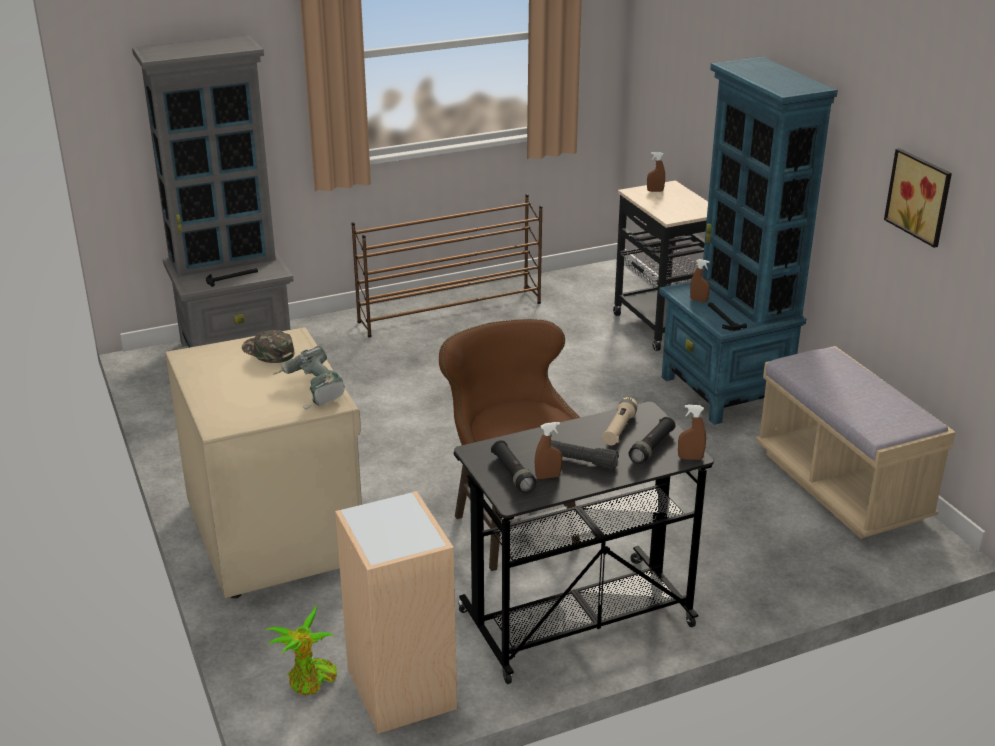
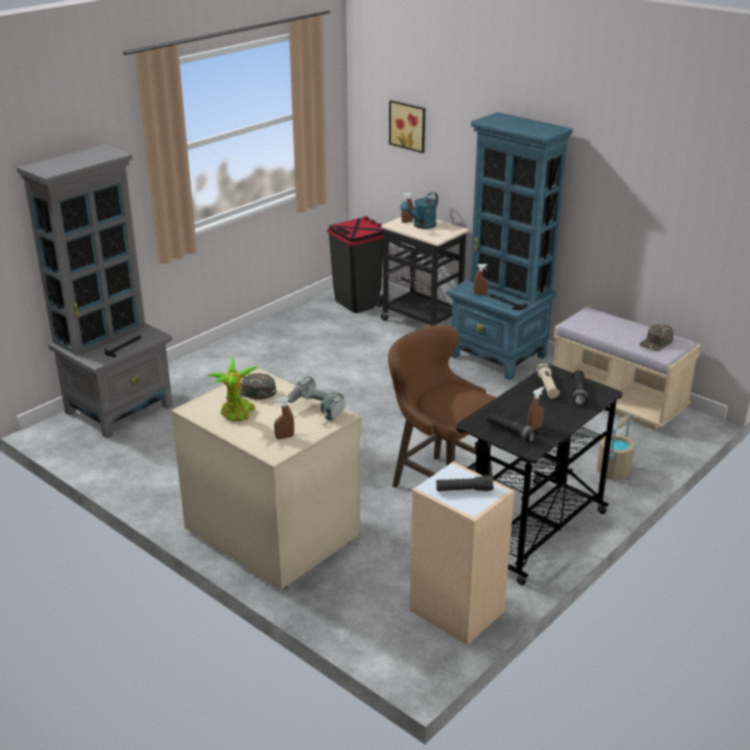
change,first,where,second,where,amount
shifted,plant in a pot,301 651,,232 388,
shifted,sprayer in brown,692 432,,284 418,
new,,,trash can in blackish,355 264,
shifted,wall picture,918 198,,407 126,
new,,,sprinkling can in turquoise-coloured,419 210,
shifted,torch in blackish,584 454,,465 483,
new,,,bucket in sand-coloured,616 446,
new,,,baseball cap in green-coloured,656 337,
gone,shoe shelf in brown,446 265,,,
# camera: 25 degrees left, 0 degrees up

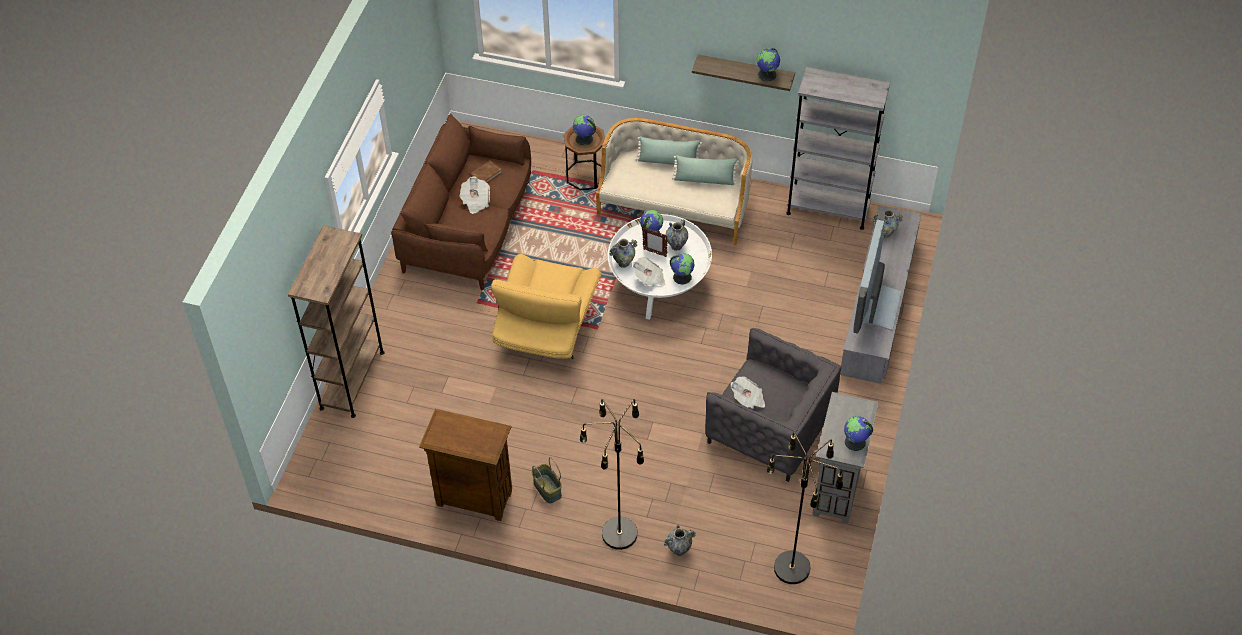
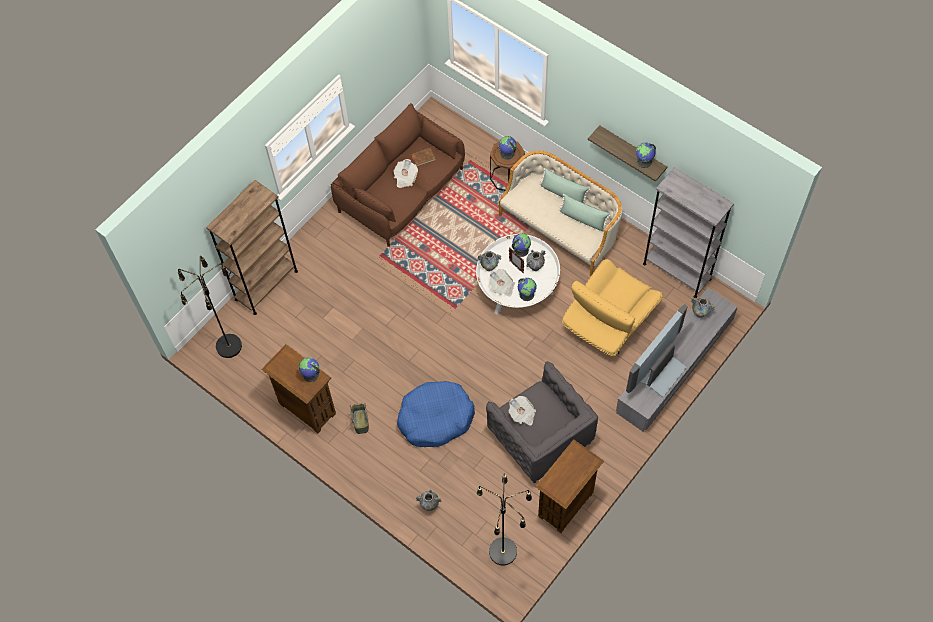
change,first,where,second,where,amount
shifted,floor lamp,612 474,,210 306,
shifted,desk globe,858 433,,309 369,
new,,,dog bed in bluish,436 414,
repainted,cupboard in gray,846 457,cupboard in brown,569 486,
shifted,armchair in yellow,546 306,,612 308,
# camera: 25 degrees right, 10 degrees up

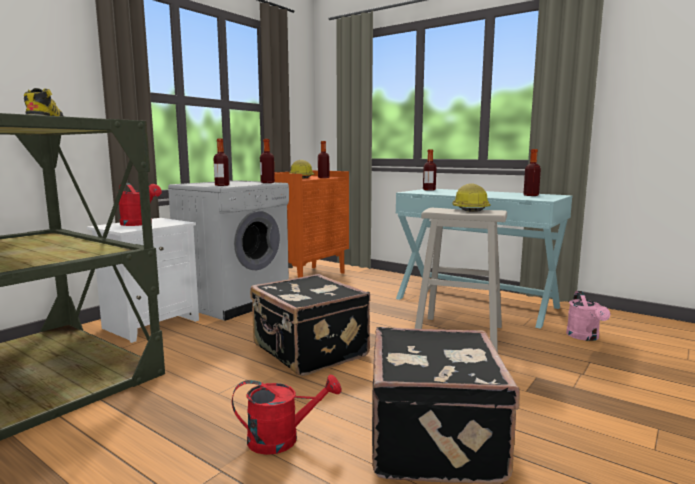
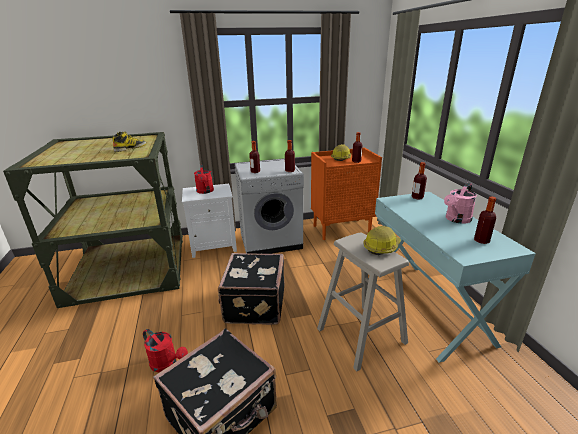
change,first,where,second,where,amount
shifted,sprinkling can in pink-coloured,588 316,,460 203,
# camera: 40 degrees right, 15 degrees up

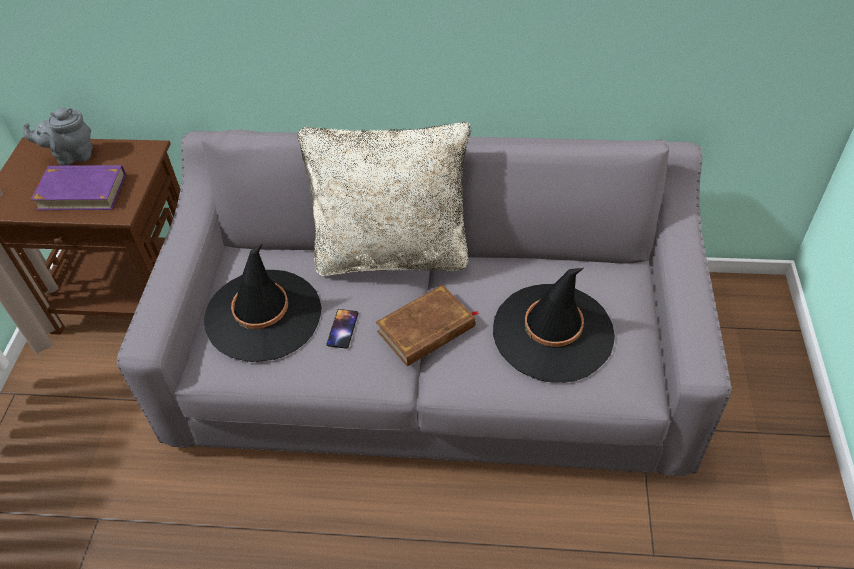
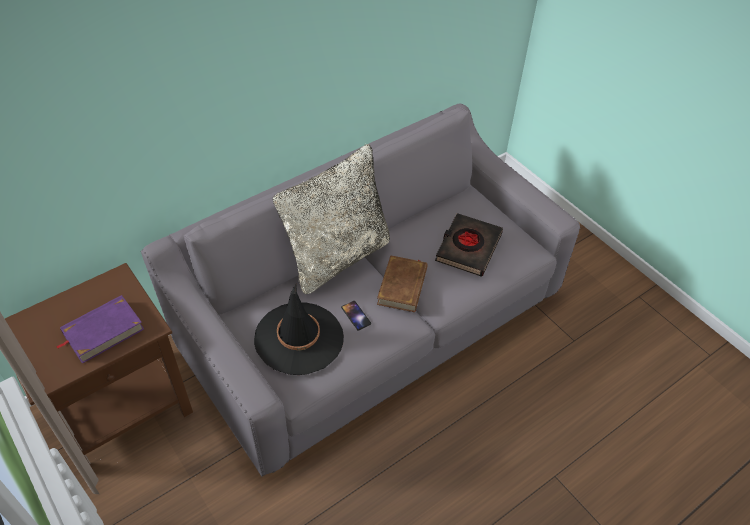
change,first,where,second,where,amount
swapped,hat in blackish,554 325,volume in blackish,469 245,
gone,teapot in gray,58 137,,,
# camera: 45 degrees left, 0 degrees up

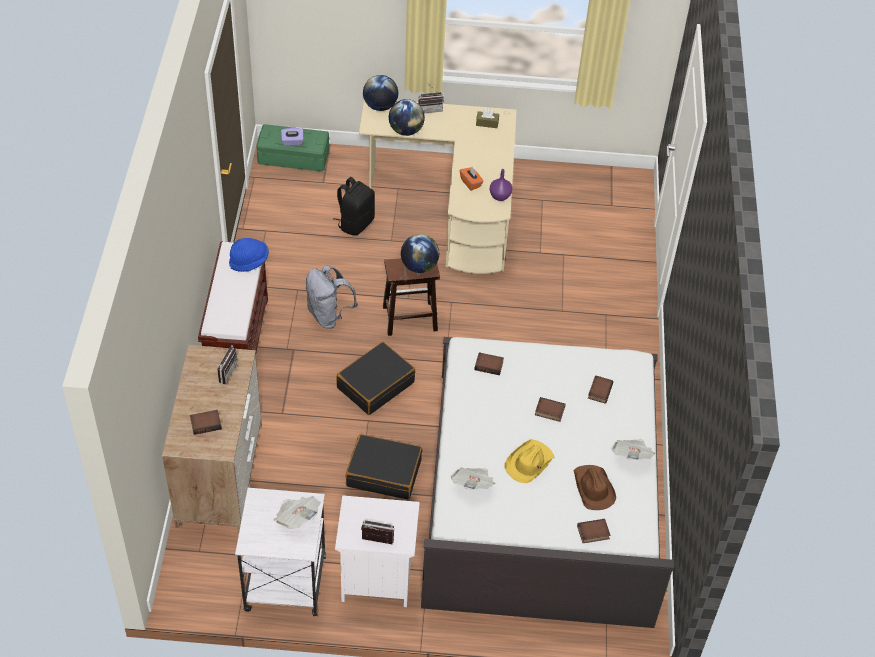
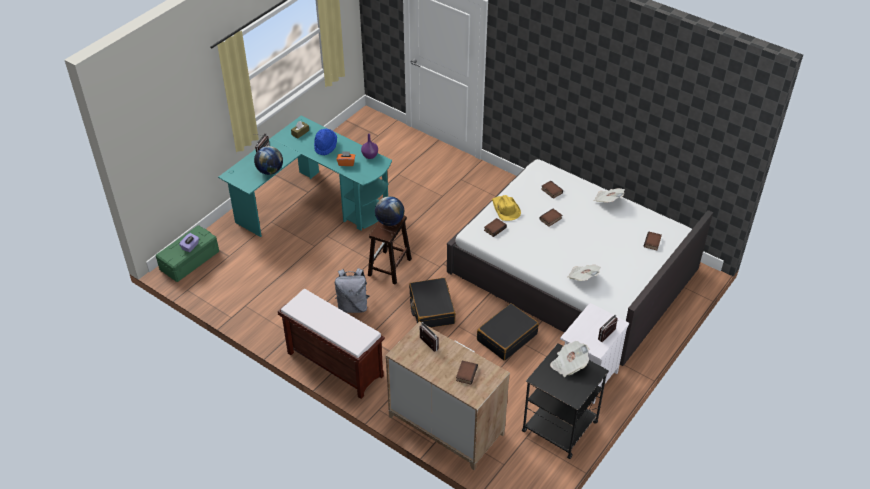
change,first,where,second,where,amount
repainted,desk unit in sand-coloured,438 187,desk unit in turquoise-coloured,305 176,
shifted,hat in bluish,249 255,,325 142,
shifted,hat in yellow,529 461,,506 208,
repainted,cart in whitish,280 552,cart in blackish,565 401,
gone,rucksack in blackish,354 206,,,
gone,desk globe,380 93,,,
gone,hat in brown,595 487,,,
# camera: 55 degrees left, 5 degrees down

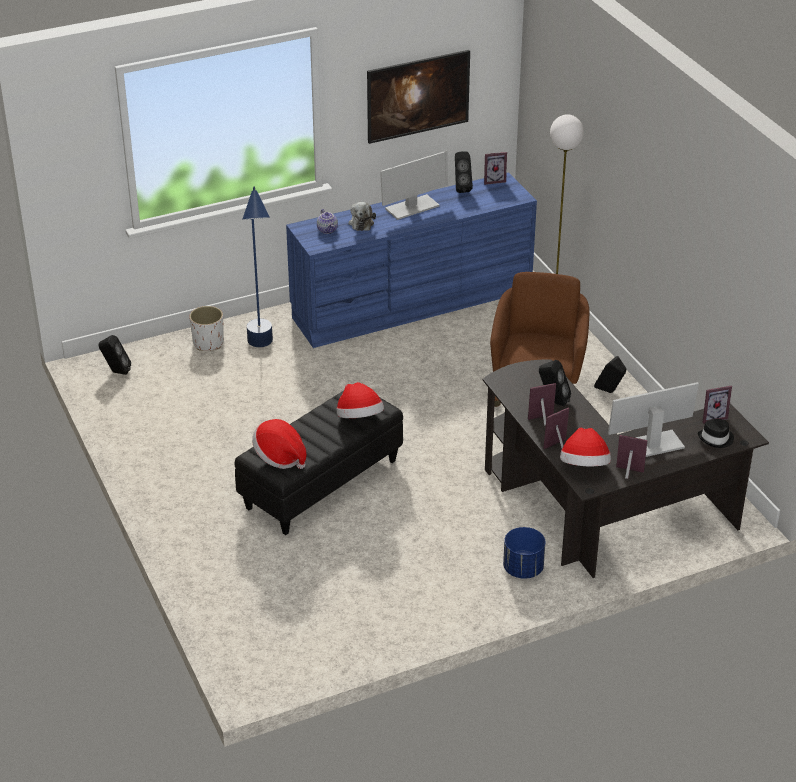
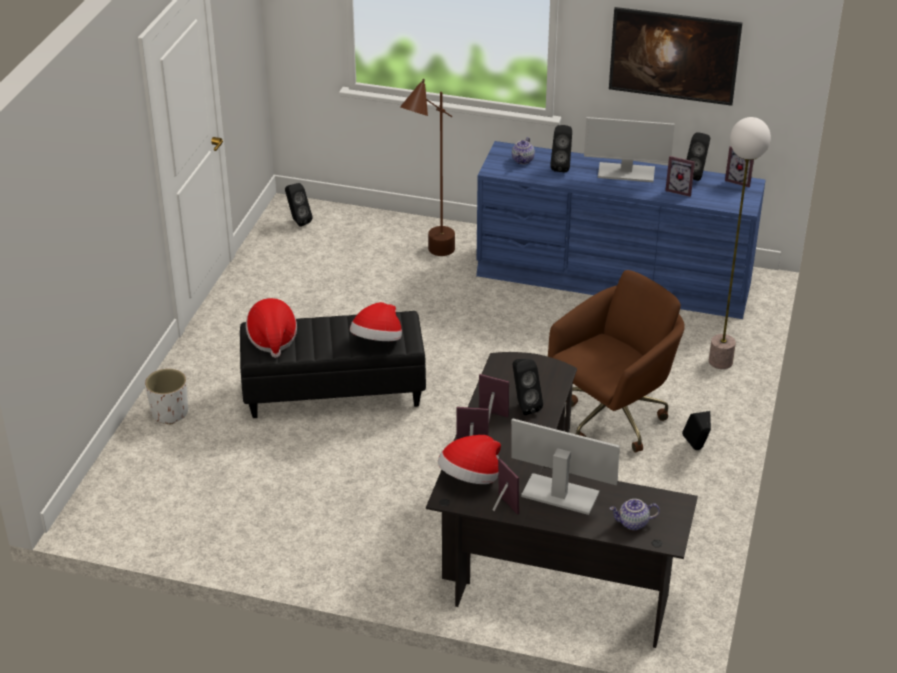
change,first,where,second,where,amount
shifted,flower pot in whitish,206 328,,166 396,
repainted,floor lamp in bluish,258 267,floor lamp in brown,427 167,
swapped,soft toy,362 216,loudspeaker in blackish,561 148,
swapped,hat in blackish,716 433,teapot,634 514,
shifted,standing frame,717 405,,680 176,
gone,flower pot in bluish,524 553,,,
# camera: 40 degrees right, 0 degrees up

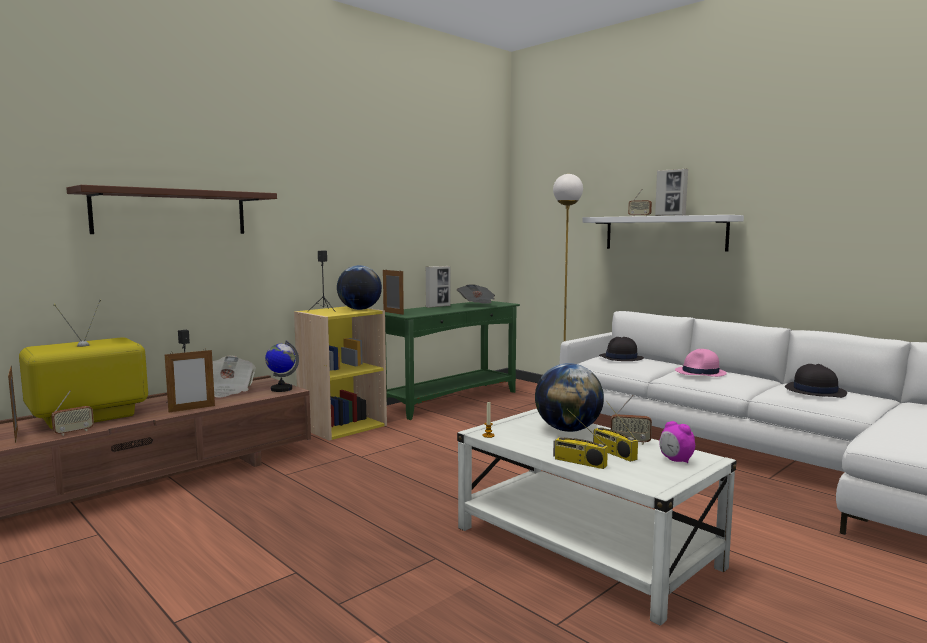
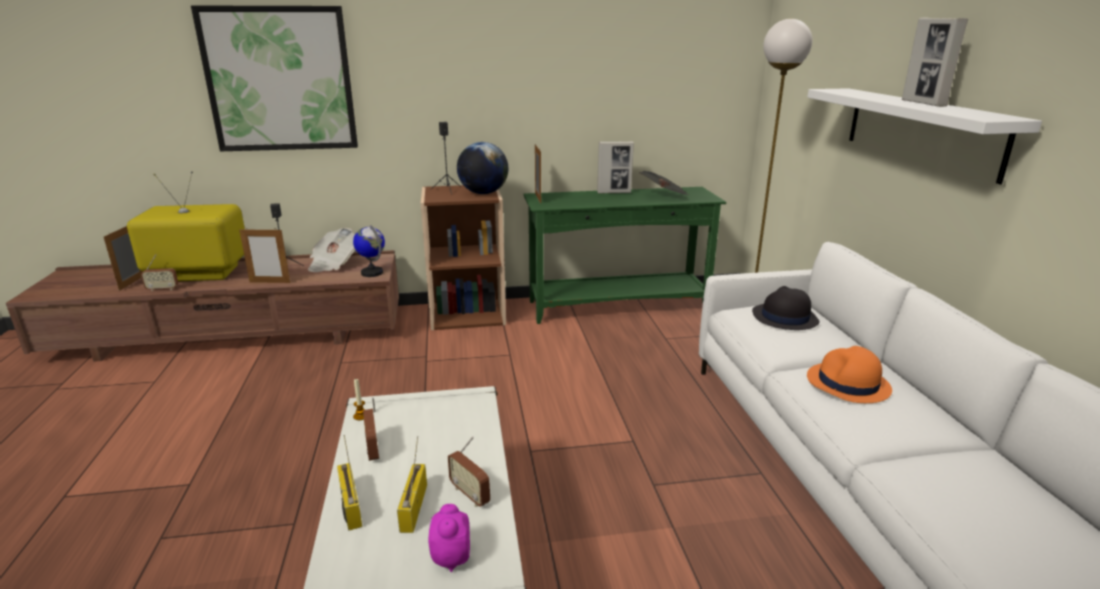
change,first,where,second,where,amount
swapped,wall shelf in brown,171 209,wall picture,274 78,
shifted,radio receiver,640 202,,371 429,
repainted,shelving unit in yellow,340 373,shelving unit in brown,463 257,
repainted,hat in pink-coloured,701 363,hat in orange-coloured,849 374,
gone,desk globe,569 397,,,
gone,hat in blackish,816 381,,,
# camera: 35 degrees right, 15 degrees up

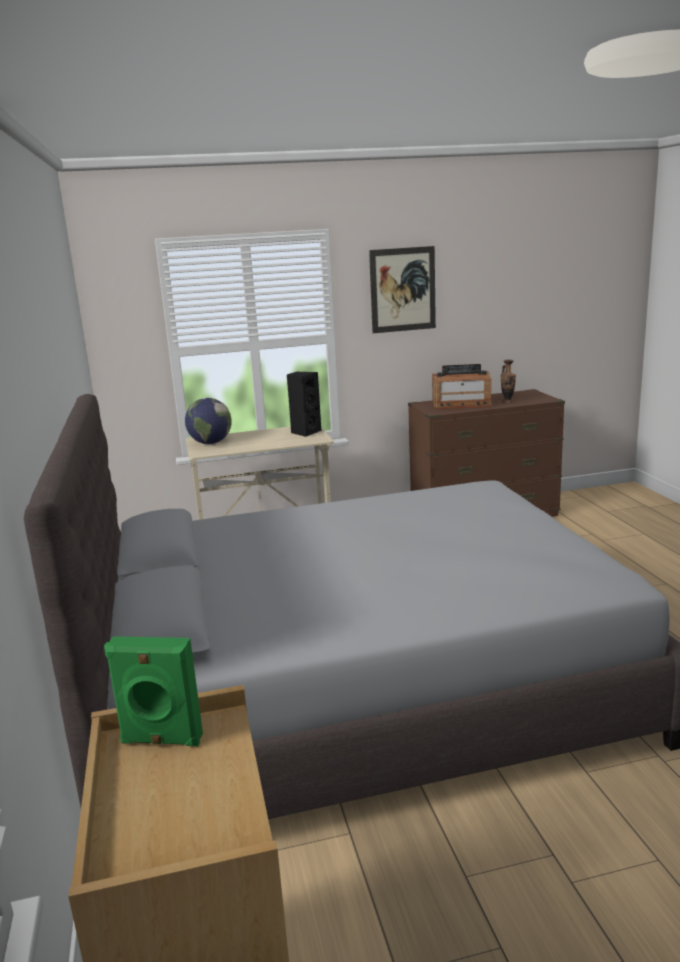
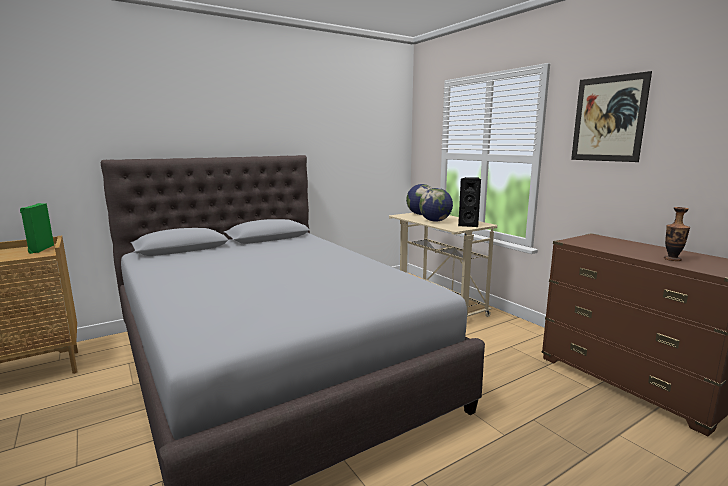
change,first,where,second,where,amount
new,,,desk globe,436 205,
gone,radio receiver,461 386,,,
# camera: 70 degrees right, 5 degrees down

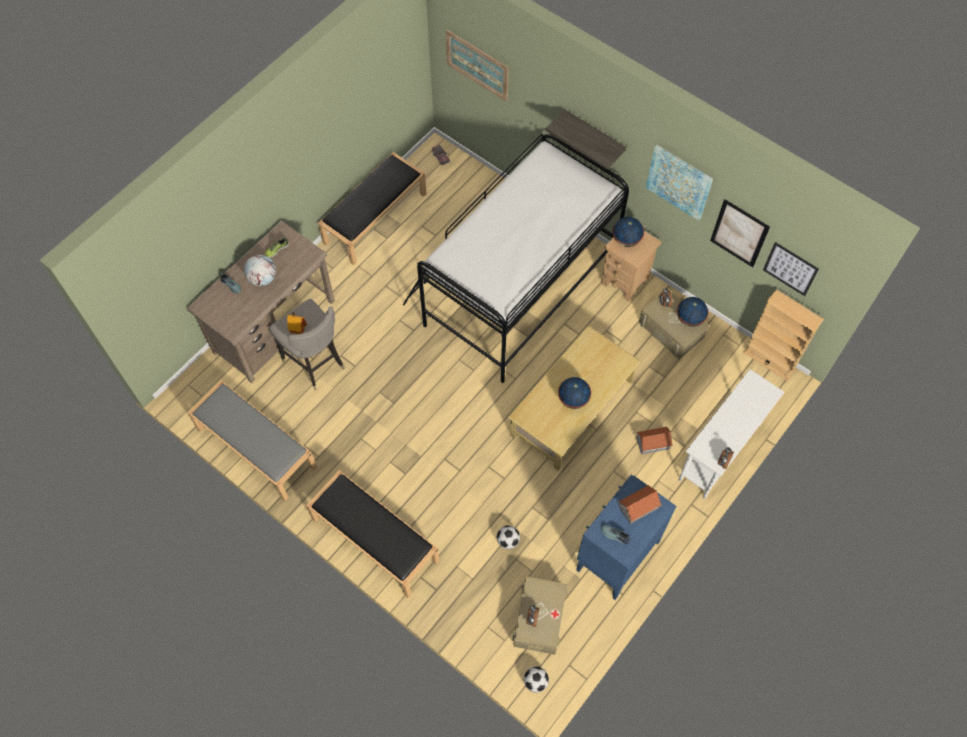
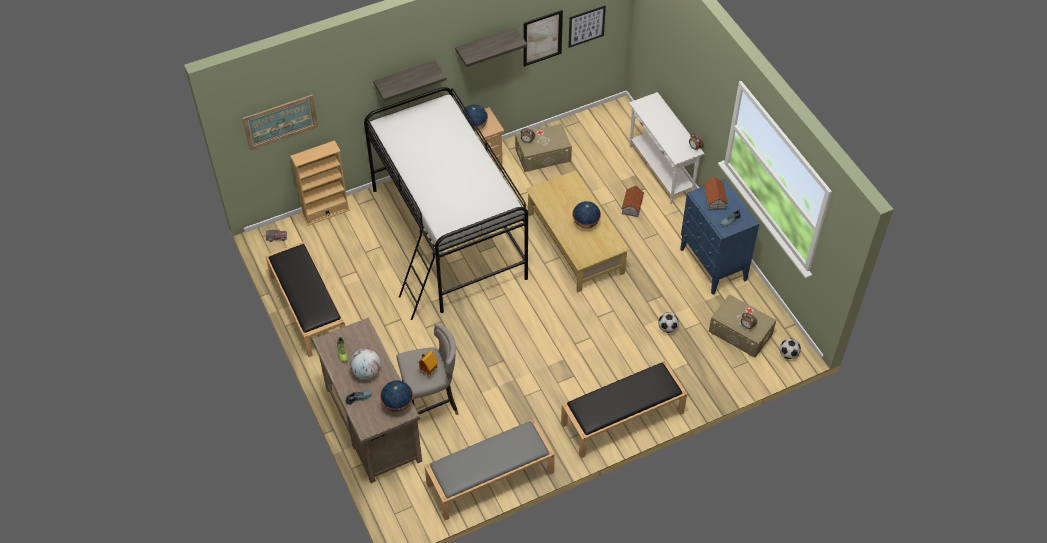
change,first,where,second,where,amount
shifted,shelving unit in sand-coloured,783 335,,320 183,
shifted,desk globe,692 312,,396 396,
swapped,wall picture,679 182,wall shelf,491 47,
# camera: 65 degrees left, 10 degrees down

